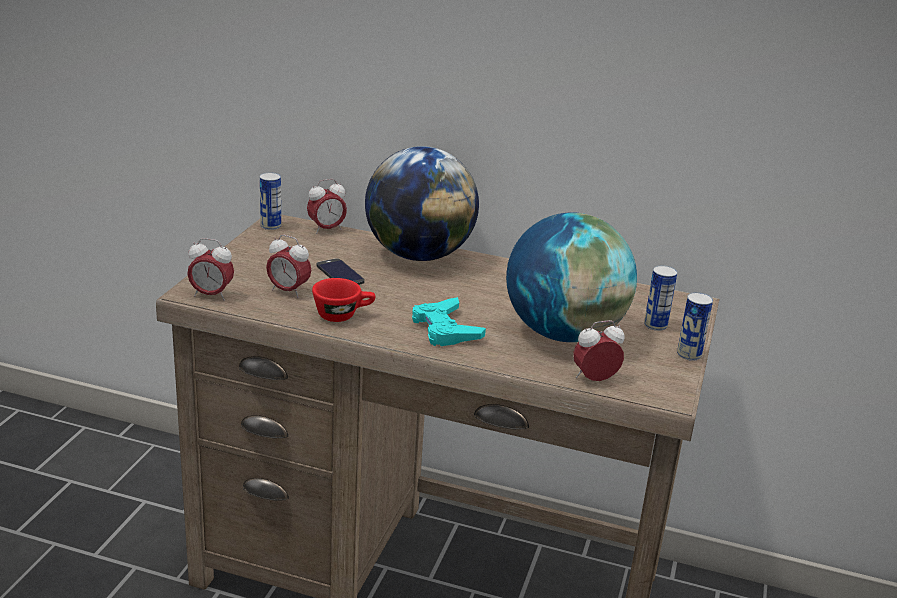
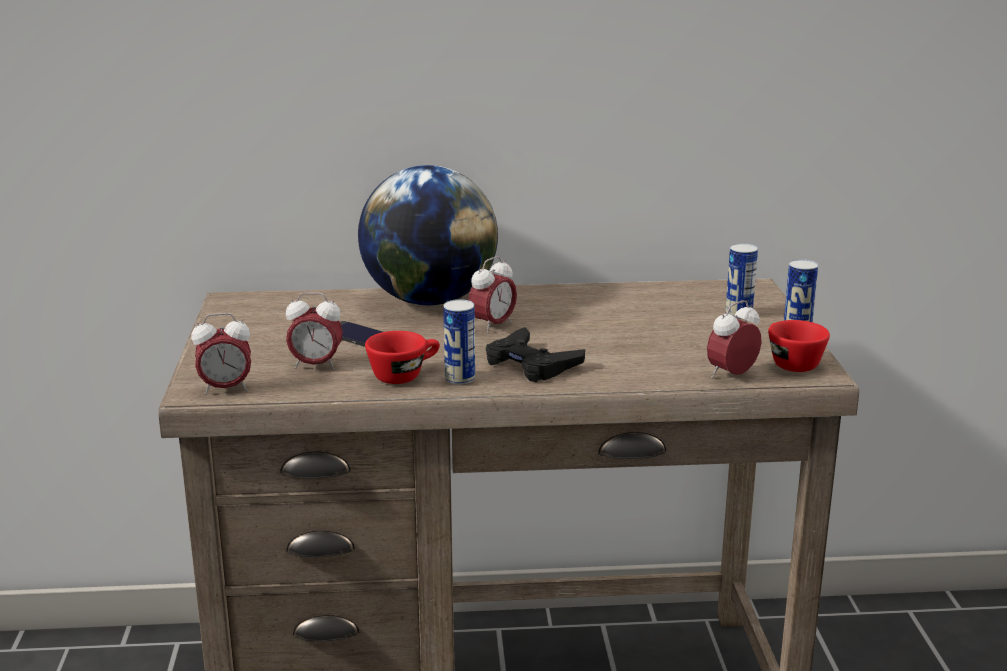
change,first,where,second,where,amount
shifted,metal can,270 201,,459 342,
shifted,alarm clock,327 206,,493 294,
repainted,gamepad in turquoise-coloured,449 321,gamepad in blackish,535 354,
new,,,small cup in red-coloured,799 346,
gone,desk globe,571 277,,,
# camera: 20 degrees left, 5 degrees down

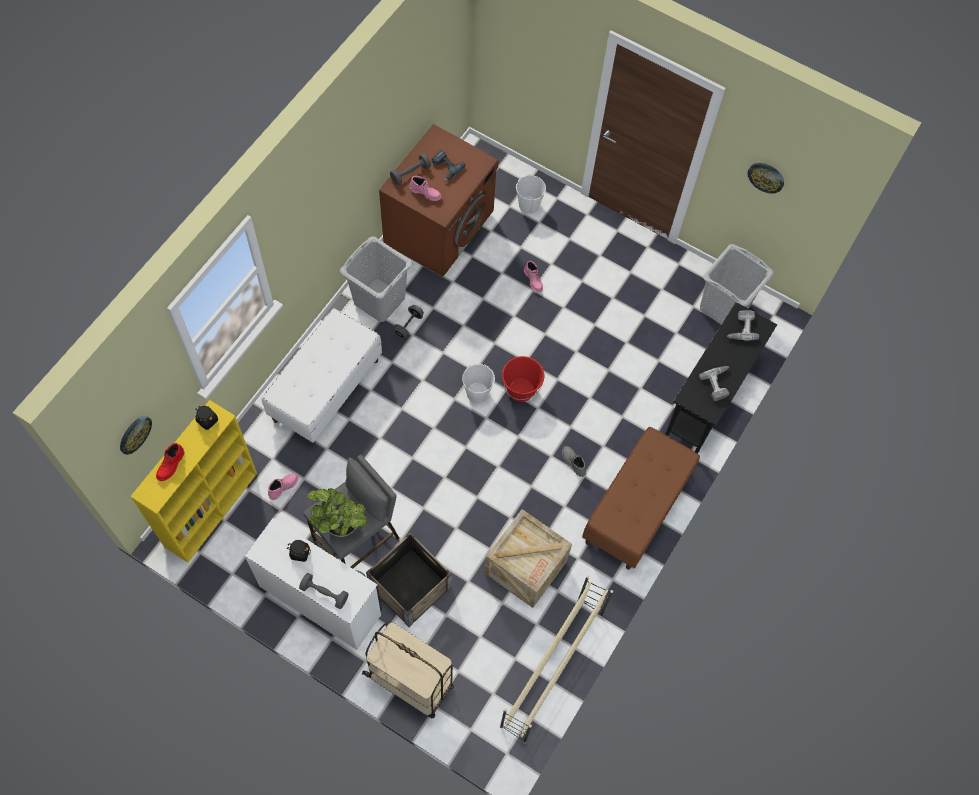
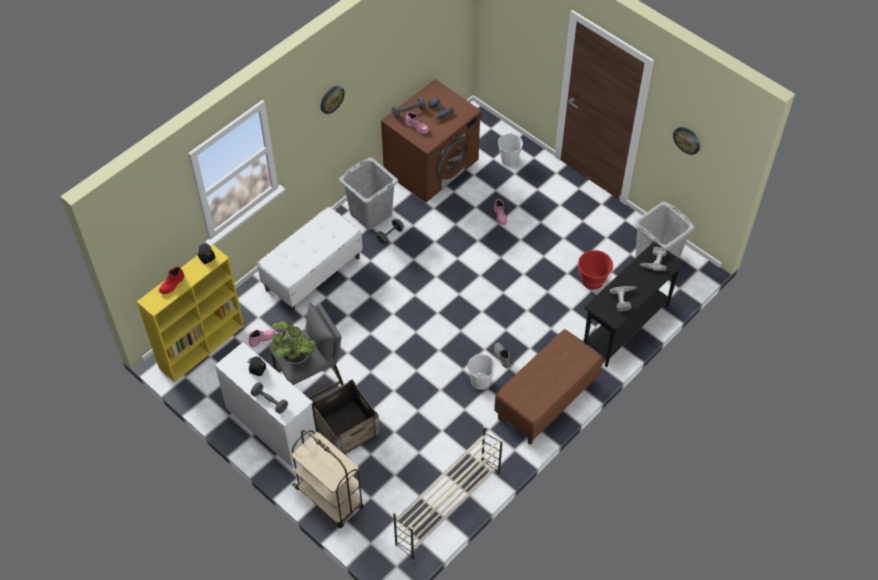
change,first,where,second,where,amount
shifted,clock on the wall,136 435,,333 100,
shifted,bucket in whitish,478 383,,482 372,
shifted,bucket in red-coloured,523 379,,595 270,
gone,crate,528 558,,,
# camera: 15 degrees right, 10 degrees down

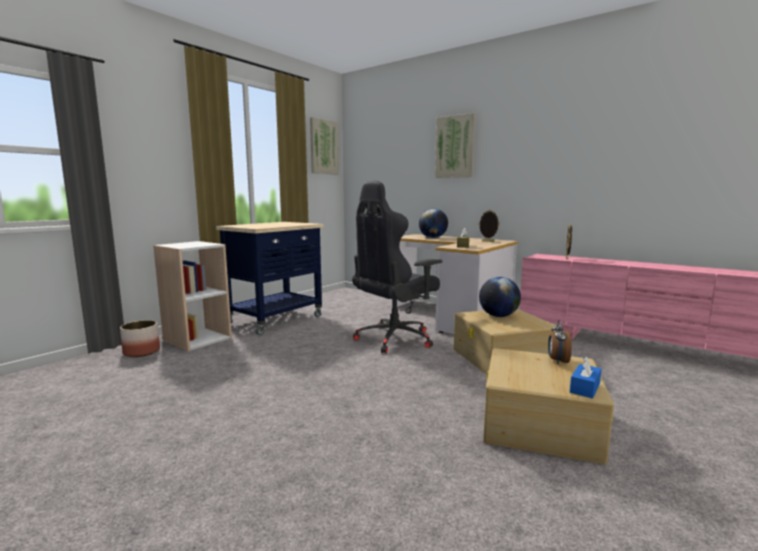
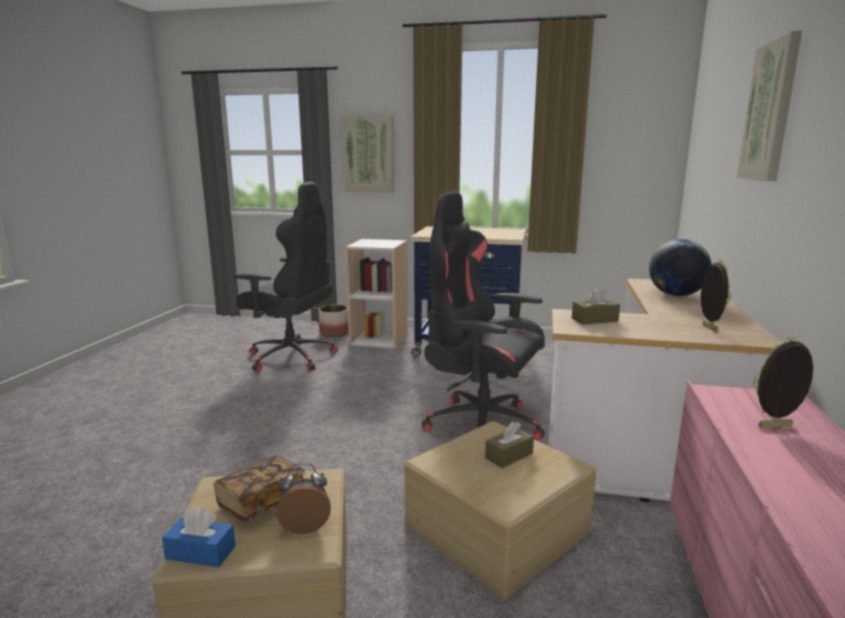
change,first,where,second,where,amount
new,,,volume,259 488,
new,,,office chair in blackish,286 277,
shifted,wall picture,324 145,,368 154,
swapped,desk globe,500 297,tissue holder in brown,509 445,
# camera: 65 degrees right, 5 degrees up

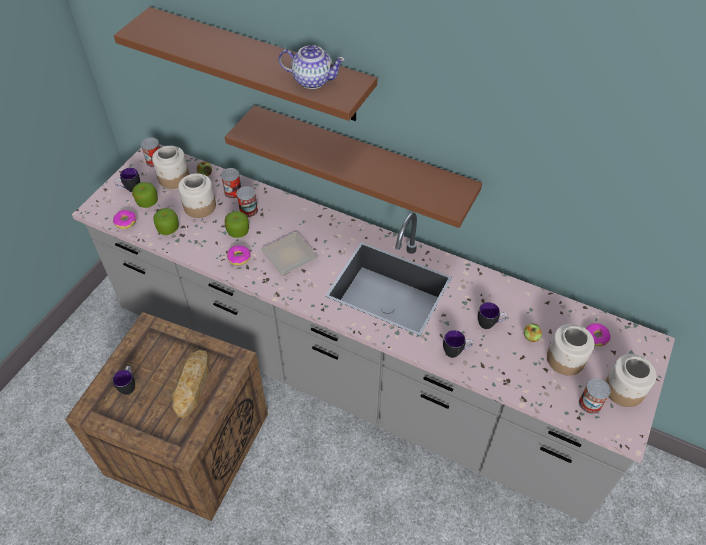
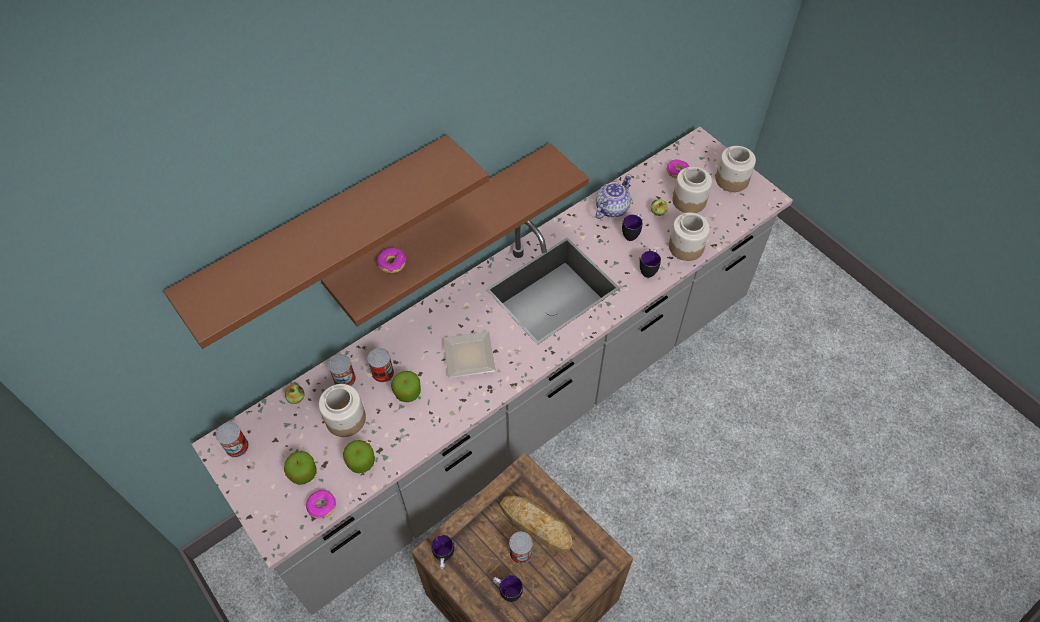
change,first,where,second,where,amount
shifted,donut,239 255,,391 260,
shifted,tea mug,127 180,,442 552,
shifted,metal can,595 396,,520 548,
shifted,teapot,312 67,,614 197,
shifted,preserve jar,170 167,,689 236,
# camera: 65 degrees left, 5 degrees up

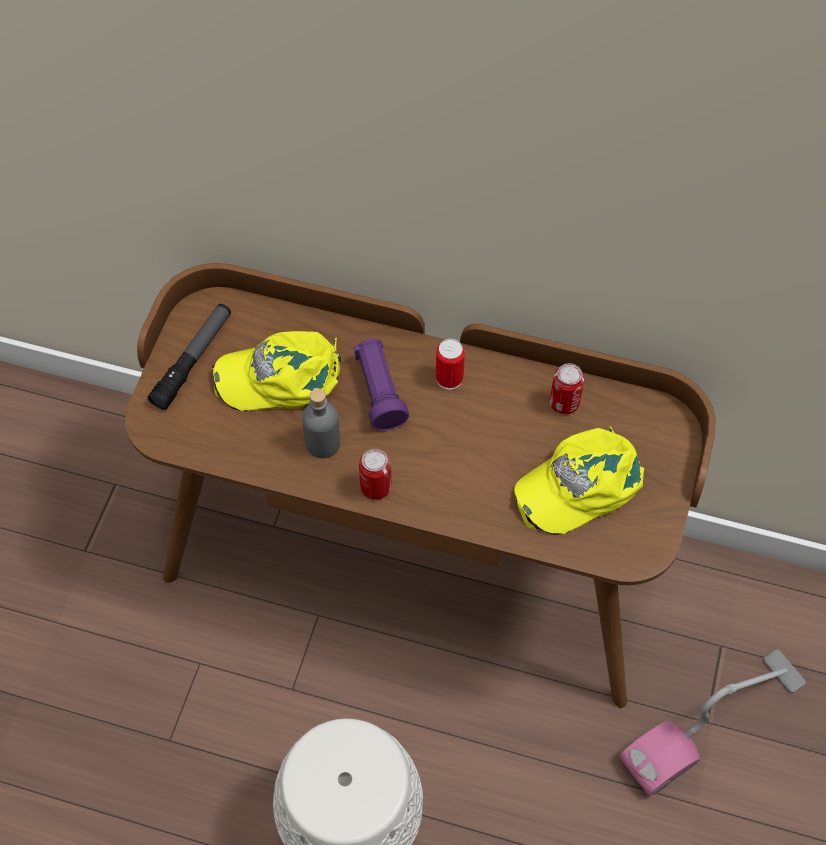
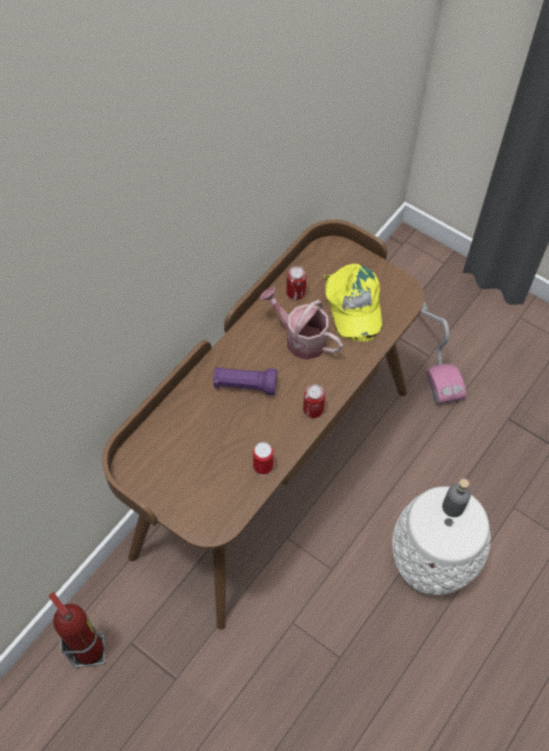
change,first,where,second,where,amount
new,,,extinguisher,76 629,
shifted,metal can,450 364,,263 459,
new,,,sprinkling can,301 323,
shifted,bottle in gray,321 423,,456 498,
gone,torch,189 357,,,
gone,baseball cap in yellow,276 371,,,
# camera: 70 degrees left, 0 degrees up

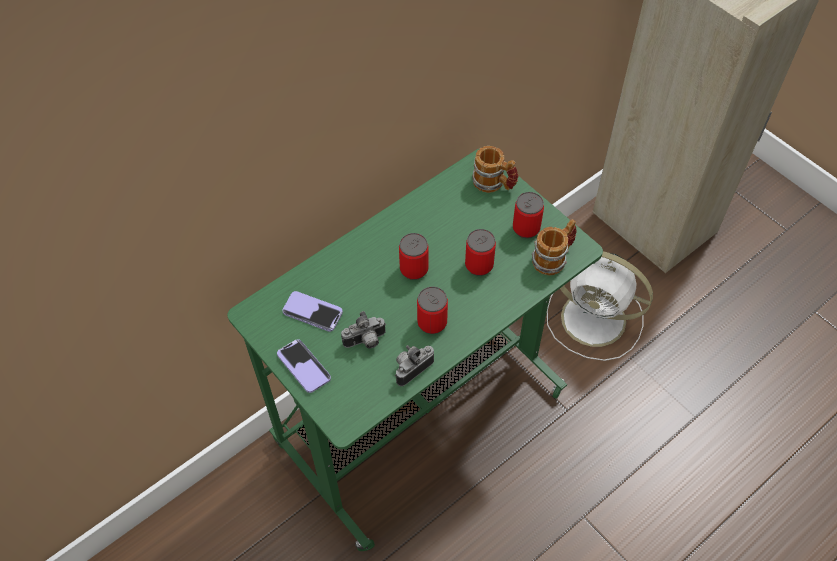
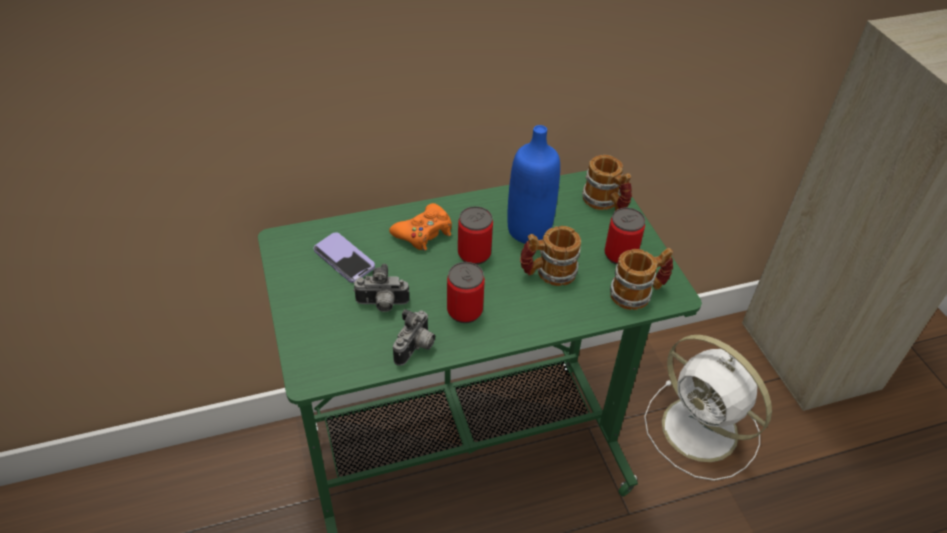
change,first,where,second,where,amount
new,,,gamepad in orange-coloured,420 227,
rotated,photo camera,414 365,,414 337,135 degrees clockwise
new,,,bottle in bluish,533 184,
swapped,metal can,480 252,tea mug,550 256,
gone,handset,304 366,,,
# camera: 20 degrees right, 10 degrees down

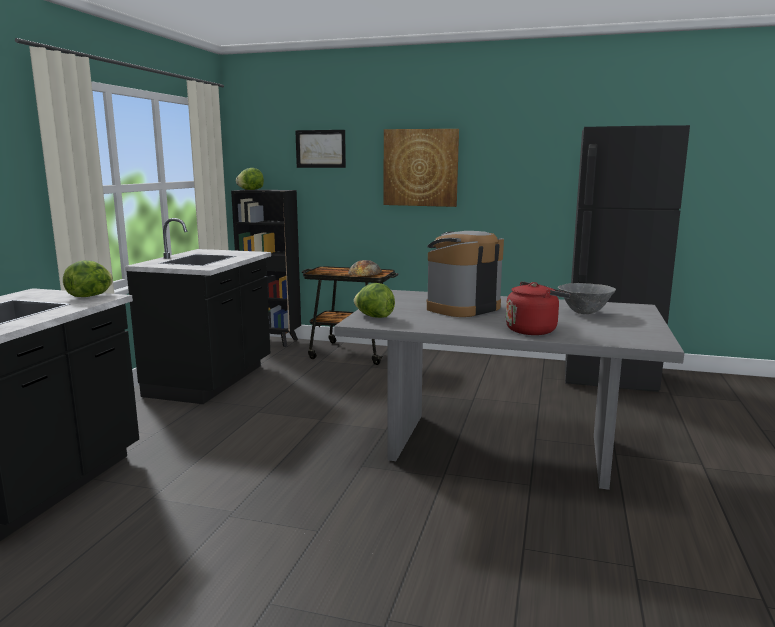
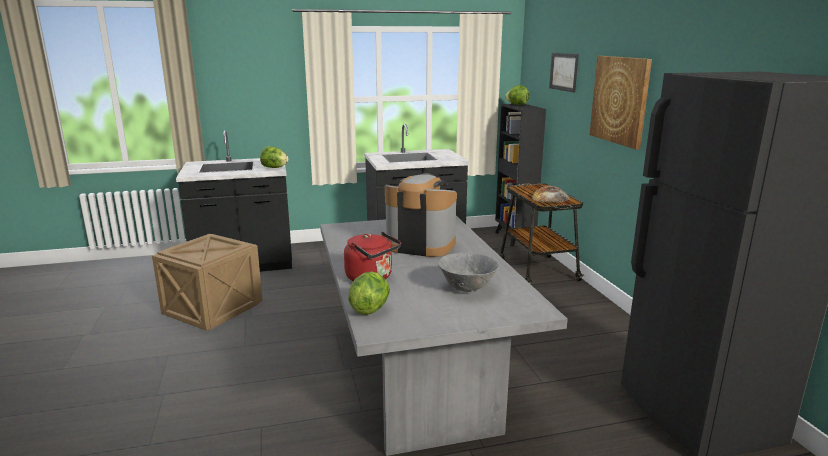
change,first,where,second,where,amount
new,,,crate,207 282,
shifted,lettuce,374 300,,369 293,
# camera: 60 degrees right, 5 degrees up

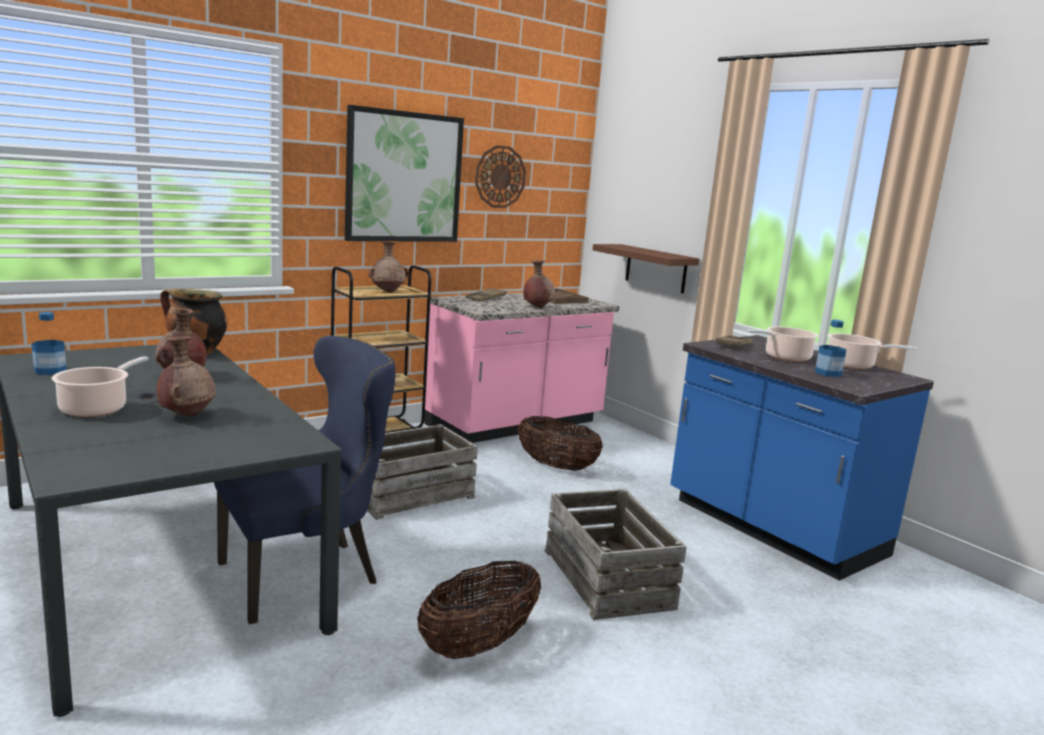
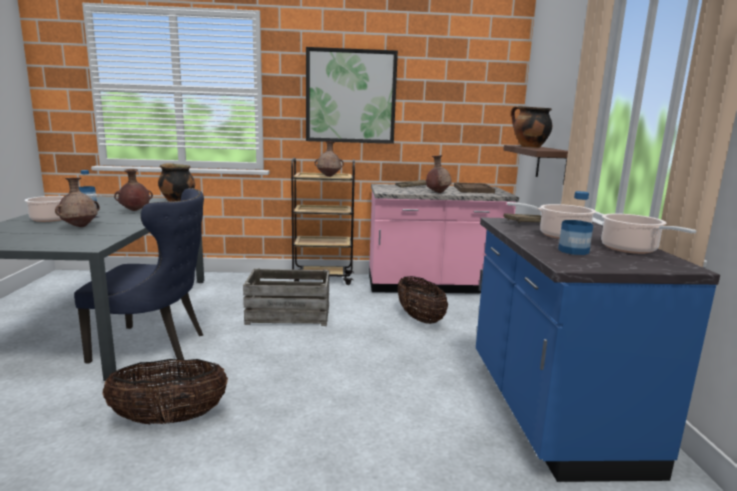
change,first,where,second,where,amount
new,,,cooking pot,531 127,
gone,clock on the wall,500 176,,,
gone,crate,616 554,,,
# camera: 35 degrees right, 0 degrees up

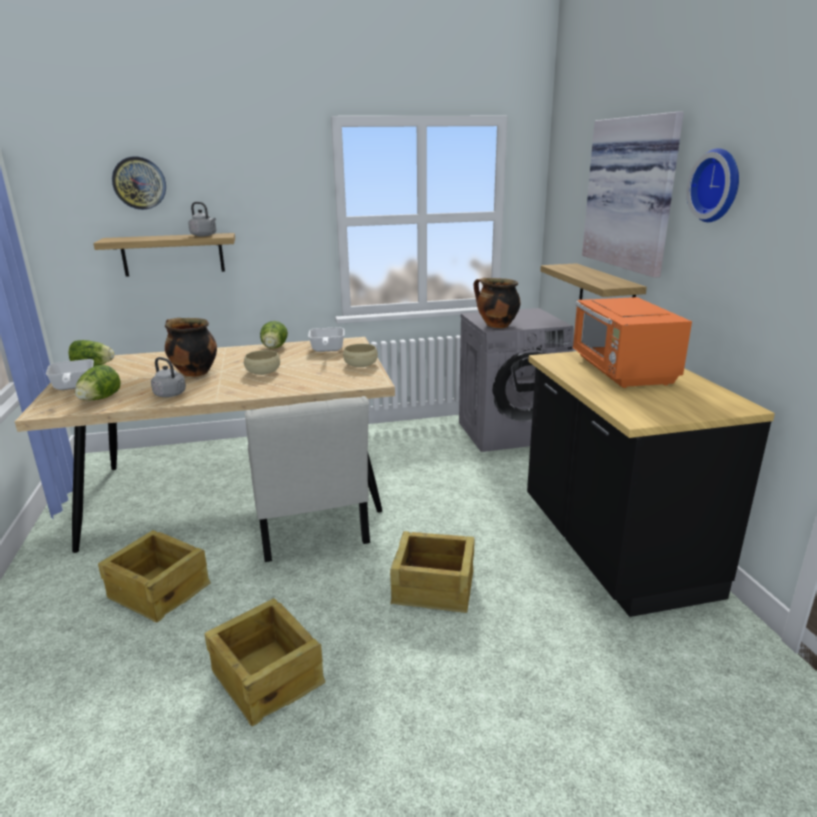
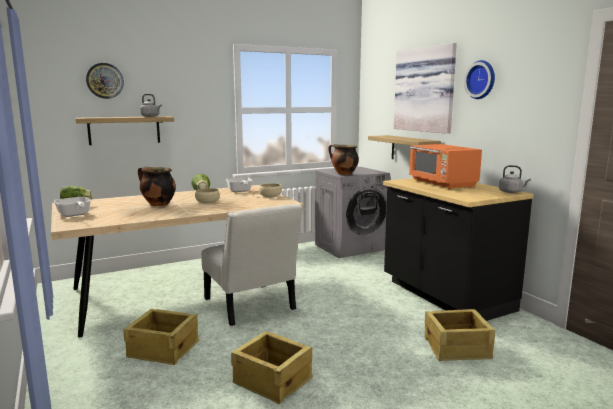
change,first,where,second,where,amount
shifted,crate,432 572,,460 335,
shifted,kettle in gray,168 377,,515 179,
gone,lettuce,98 382,,,
# camera: 15 degrees left, 10 degrees down

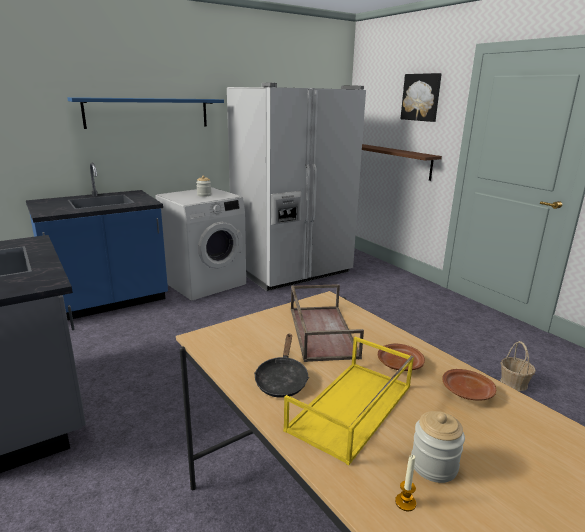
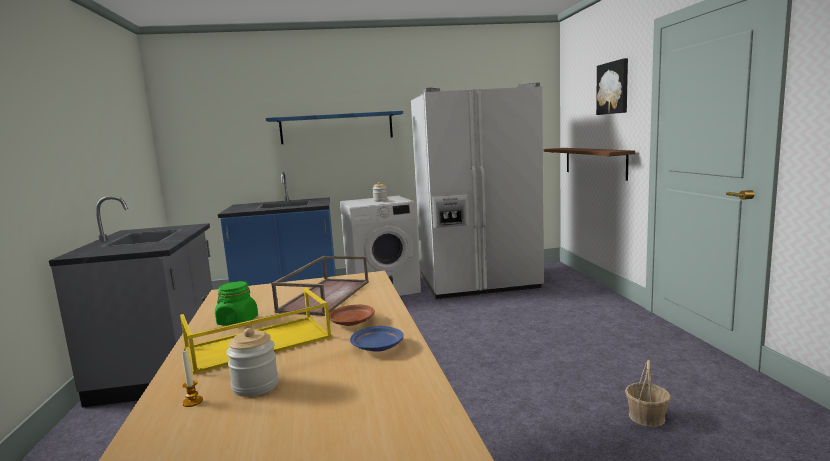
change,first,where,second,where,amount
swapped,skillet in blackish,281 366,preserve jar in green-coloured,236 303,
repainted,dinner plate in brown,469 384,dinner plate in bluish,377 339,
# camera: 25 degrees right, 10 degrees down

